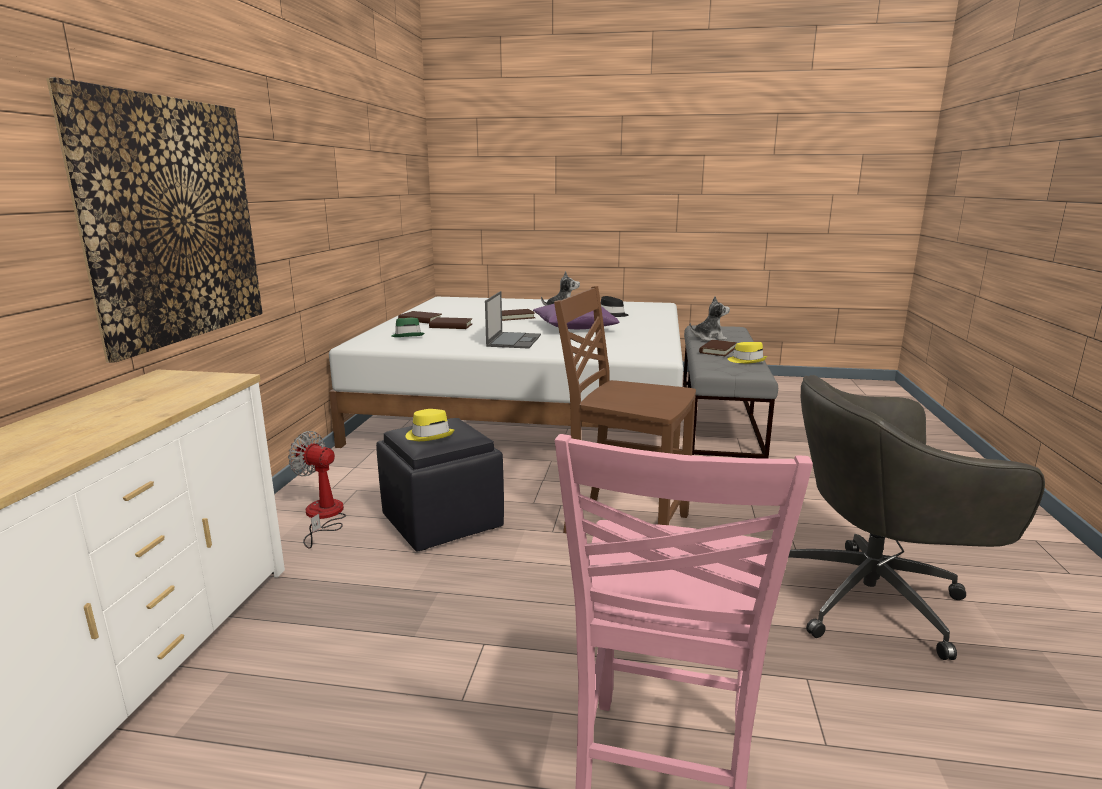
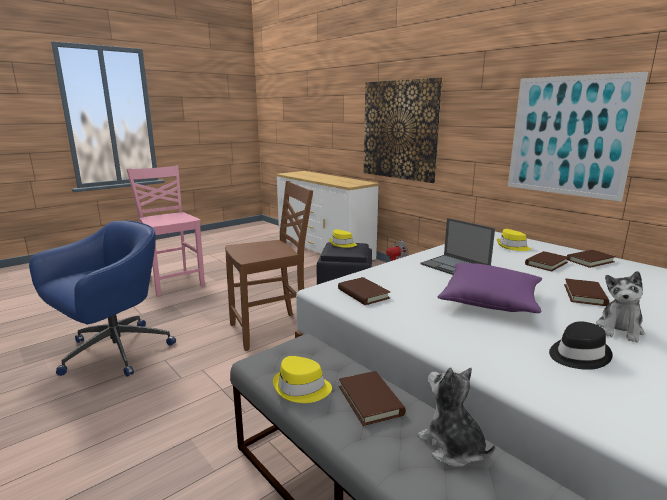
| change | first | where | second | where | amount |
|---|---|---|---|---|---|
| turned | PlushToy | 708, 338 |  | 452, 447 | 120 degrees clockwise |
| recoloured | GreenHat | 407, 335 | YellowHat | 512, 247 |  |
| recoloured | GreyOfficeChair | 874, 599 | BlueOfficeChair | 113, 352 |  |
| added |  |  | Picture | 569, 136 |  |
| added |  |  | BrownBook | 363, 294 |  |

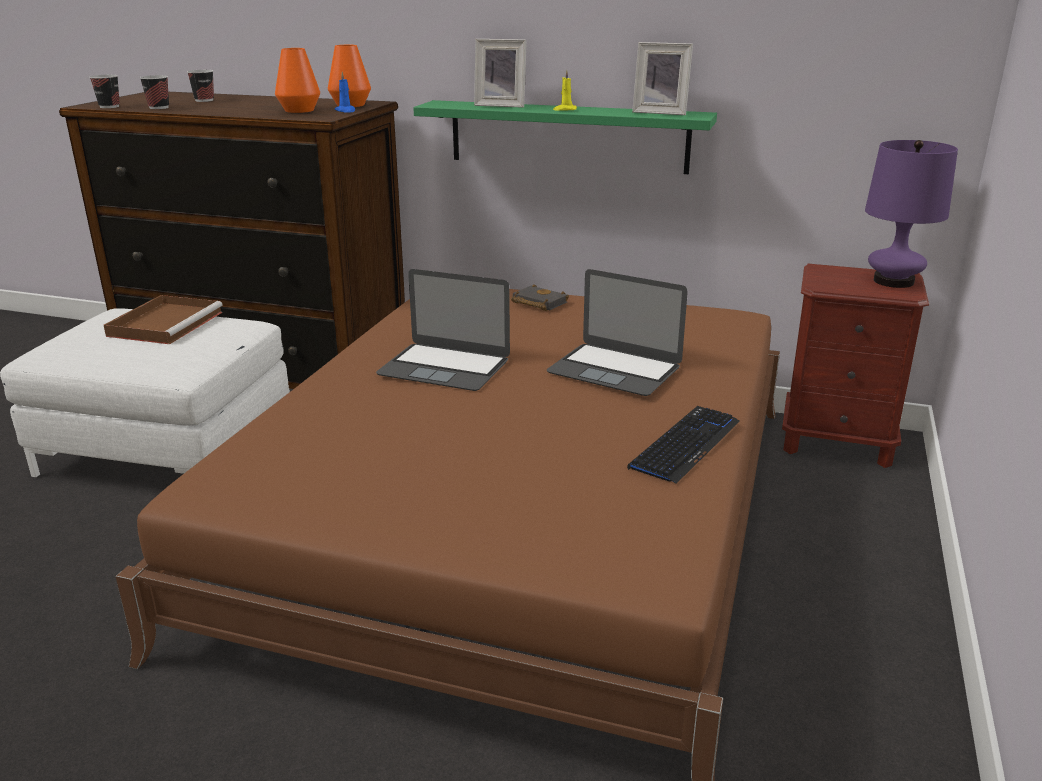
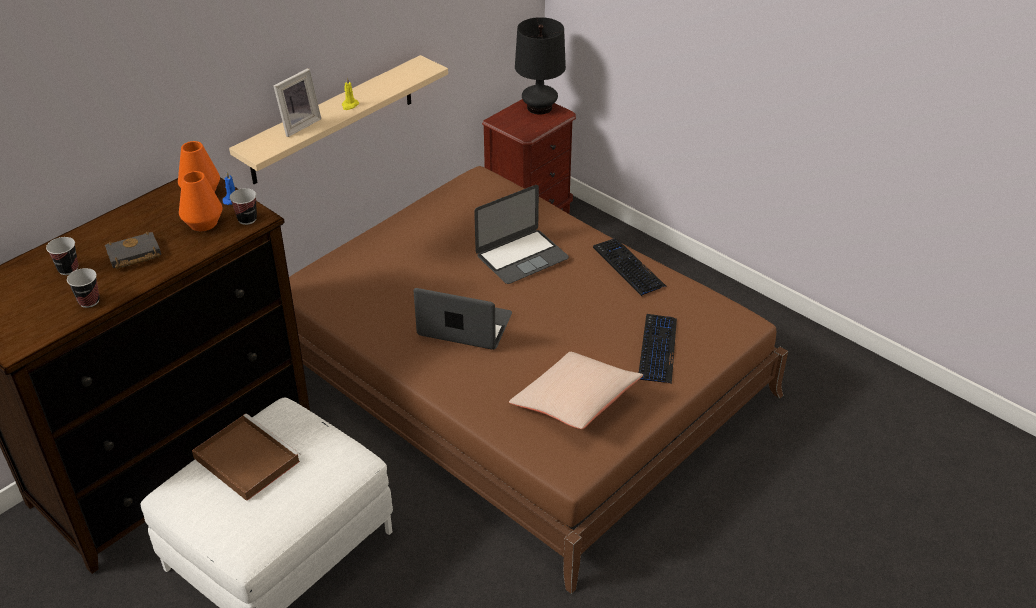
| change | first | where | second | where | amount |
|---|---|---|---|---|---|
| removed | PictureFrame | 661, 112 |  |  |  |
| moved | Cup | 109, 107 |  | 247, 219 |  |
| recoloured | GreenShelf | 567, 136 | BeigeShelf | 333, 120 |  |
| recoloured | PurpleTableLamp | 893, 281 | BlackTableLamp | 539, 107 |  |
| turned | Laptop | 444, 367 |  | 465, 325 | 120 degrees counterclockwise |
| moved | BlackBook | 537, 303 |  | 133, 255 |  |
| added |  |  | Keyboard | 657, 349 |  |
| added |  |  | BeigePillow | 575, 403 |  |

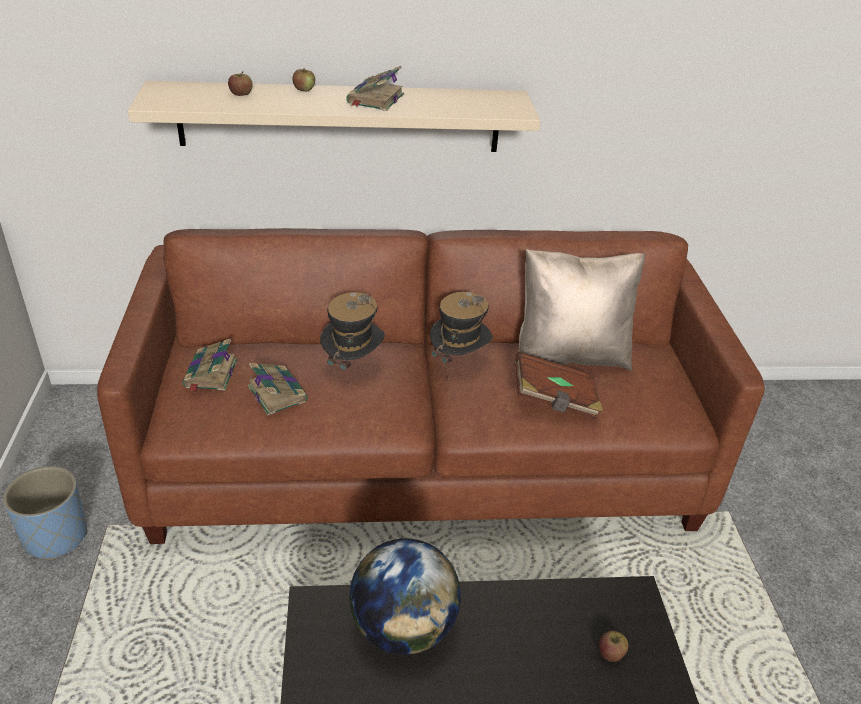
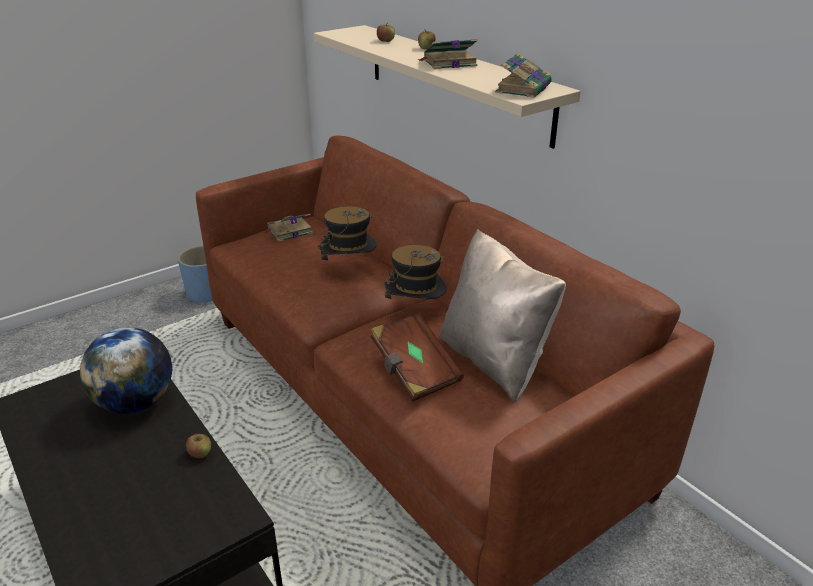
| change | first | where | second | where | amount |
|---|---|---|---|---|---|
| moved | Book | 276, 393 |  | 523, 88 |  |
| moved | Apple | 610, 653 |  | 200, 453 |  |

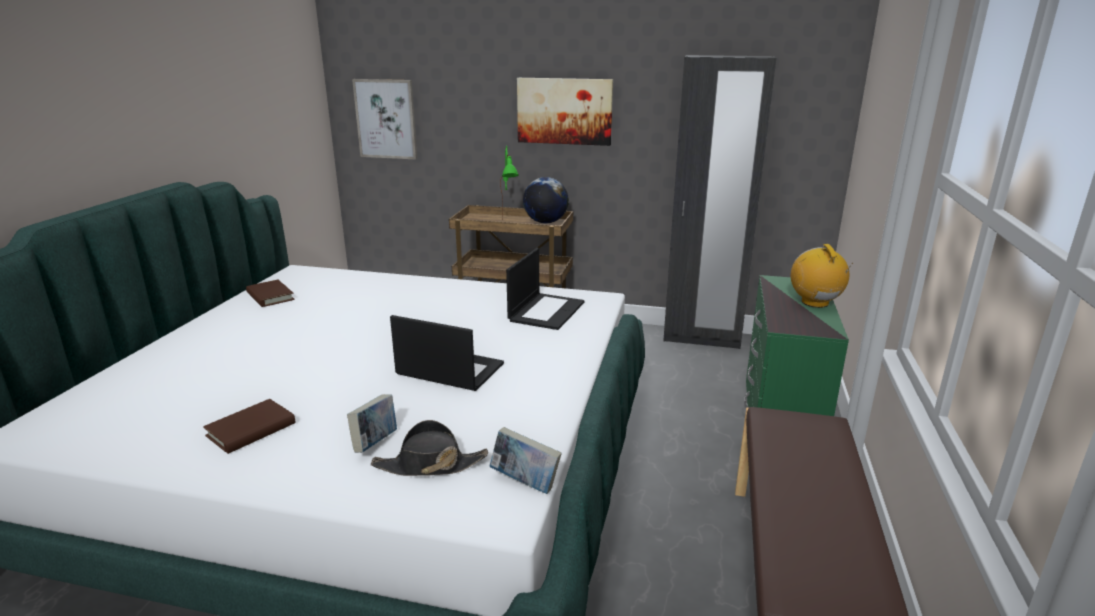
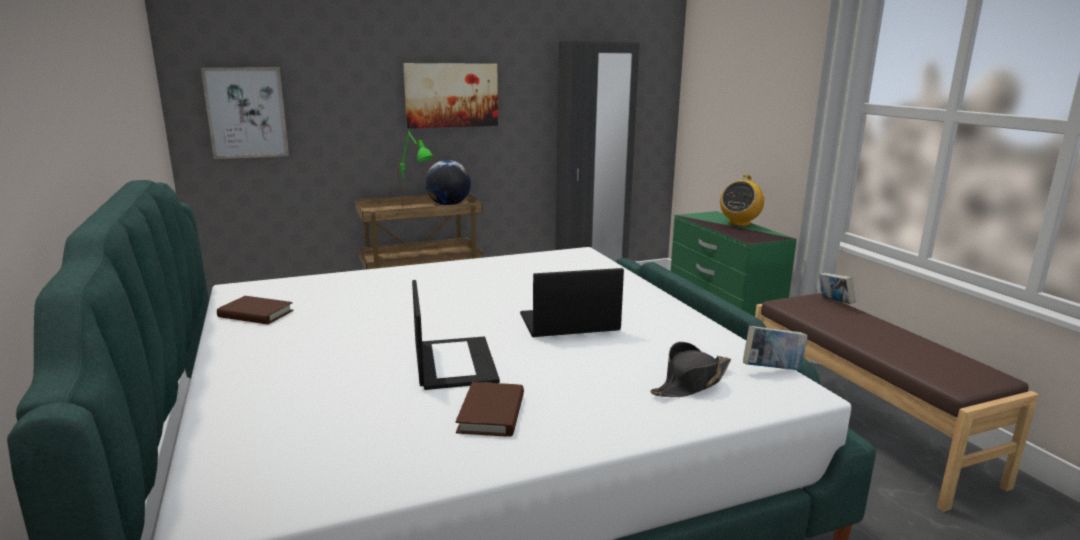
| change | first | where | second | where | amount |
|---|---|---|---|---|---|
| turned | Radio | 815, 302 |  | 739, 223 | 105 degrees counterclockwise |
| moved | Laptop | 546, 311 |  | 453, 362 |  |
| moved | Book | 375, 443 |  | 834, 303 |  |

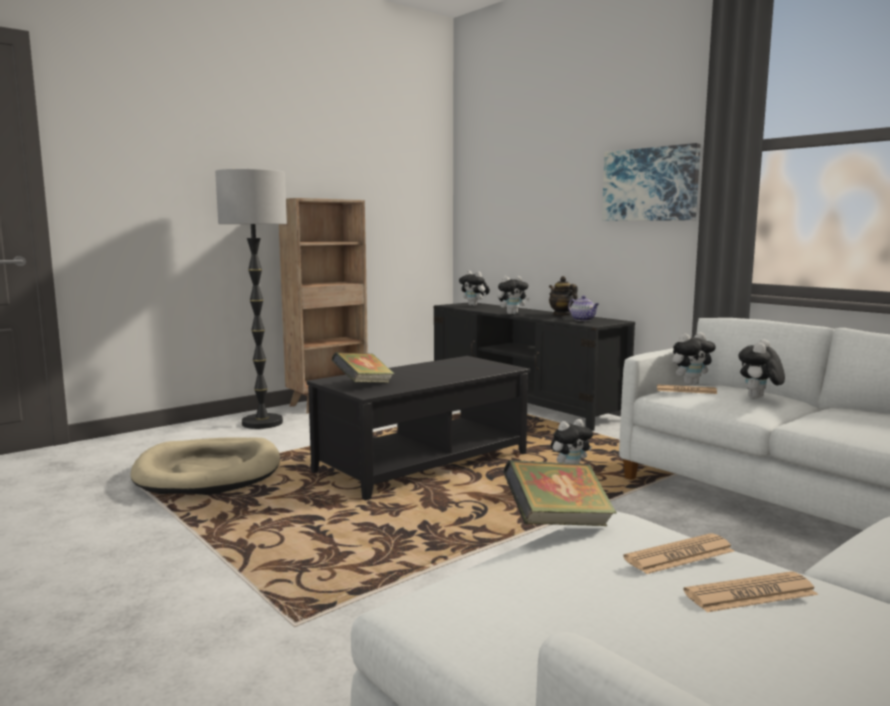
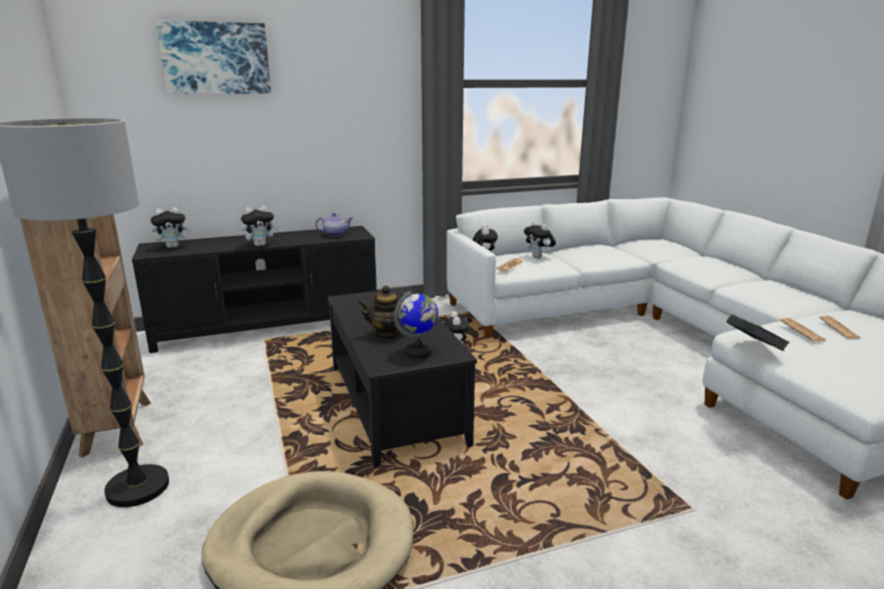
| change | first | where | second | where | amount |
|---|---|---|---|---|---|
| moved | Picture | 650, 184 |  | 216, 58 |  |
| turned | PlushToy | 512, 314 |  | 260, 245 | 60 degrees clockwise |
| moved | Teapot | 562, 315 |  | 387, 334 |  |
| replaced | Book | 363, 385 | Globe | 418, 352 |  |

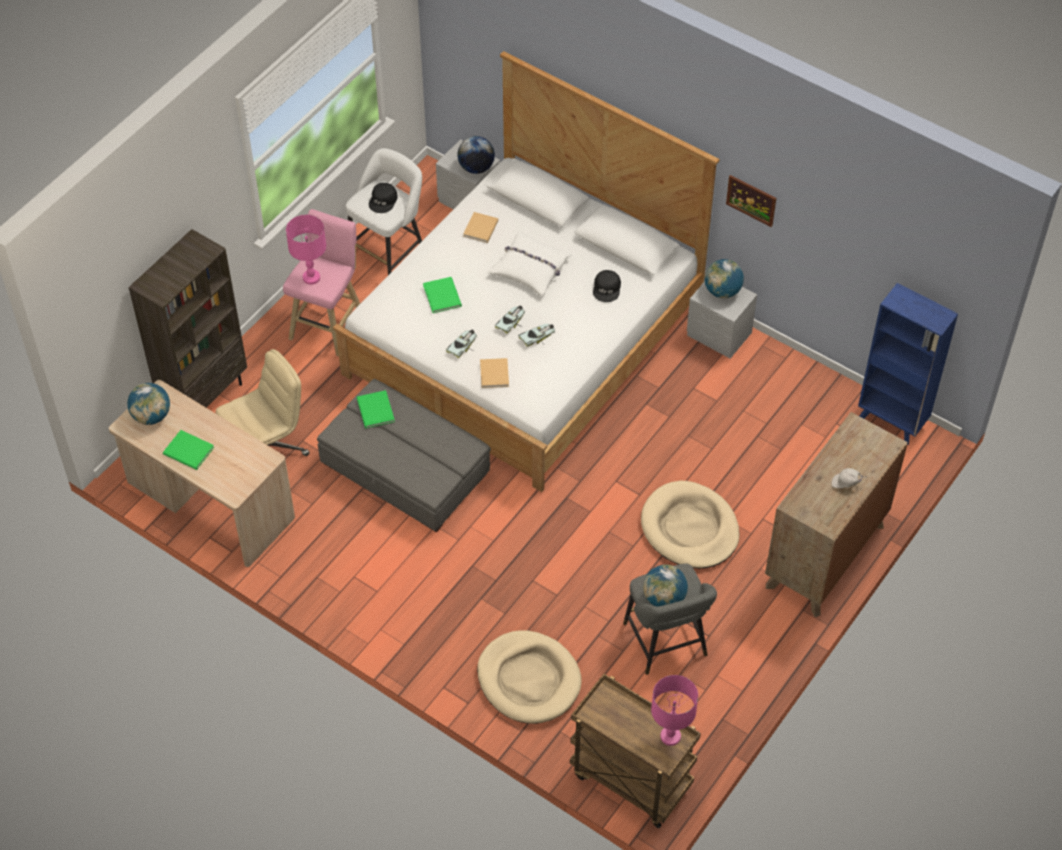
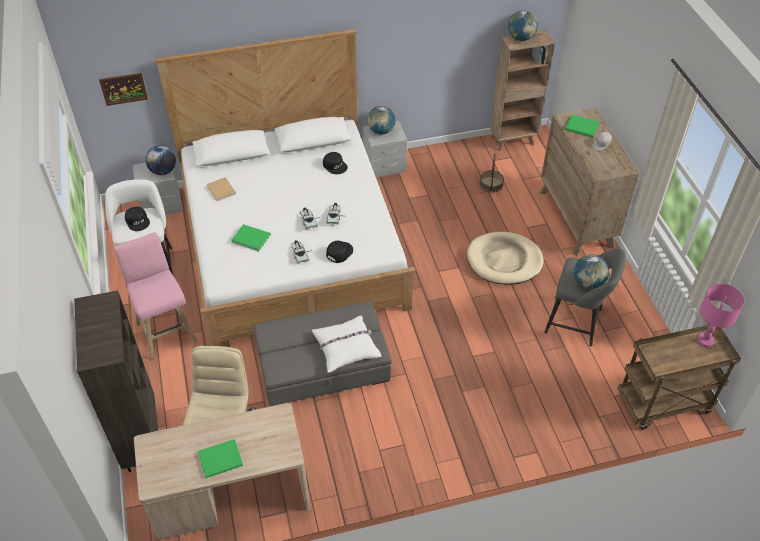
| change | first | where | second | where | amount |
|---|---|---|---|---|---|
| moved | Picture | 751, 200 |  | 123, 89 |  |
| removed | PinkTableLamp | 311, 277 |  |  |  |
| moved | WhitePillow | 530, 268 |  | 346, 347 |  |
| recoloured | BlueBookcase | 892, 421 | BrownBookcase | 513, 140 |  |
| replaced | BeigeBook | 494, 373 | BlackCap | 339, 252 |  |
| moved | Globe | 151, 416 |  | 521, 38 |  |
| moved | GreenBook | 374, 411 |  | 582, 127 |  |
| removed | BeigeDogBed | 529, 679 |  |  |  |
| added |  |  | Basket | 491, 184 |  |

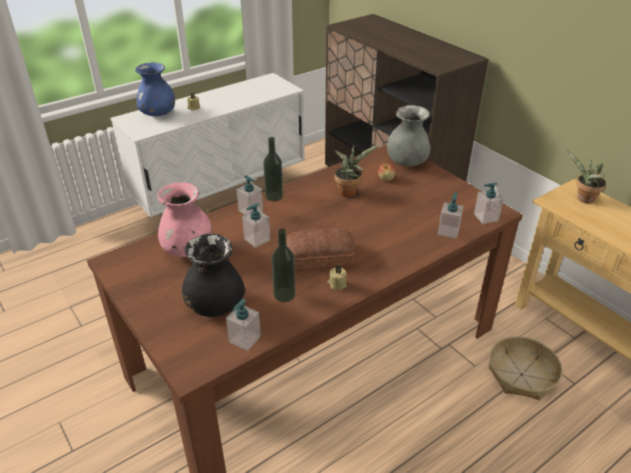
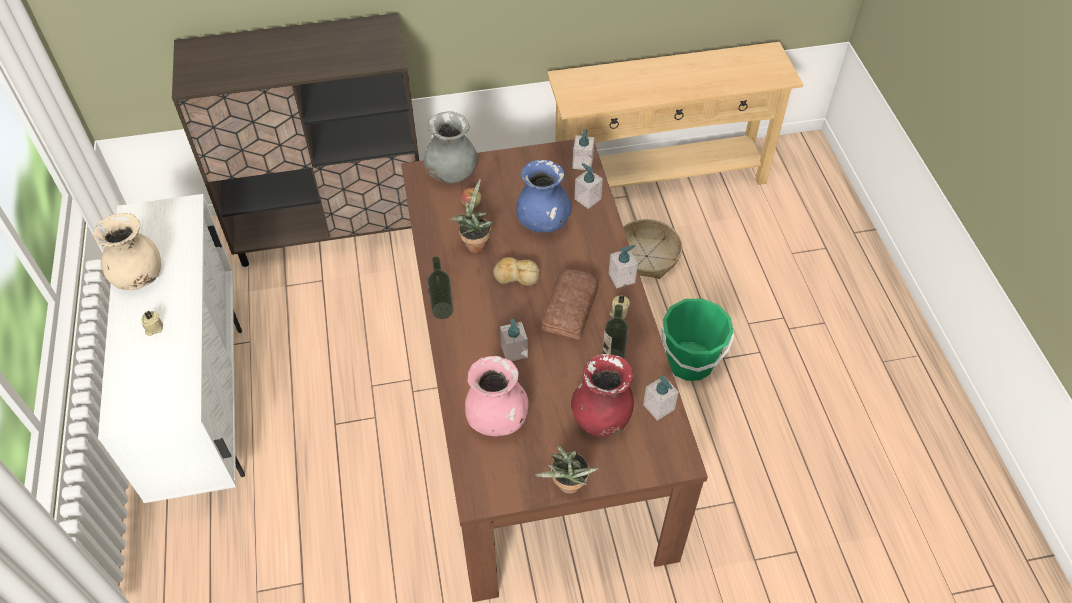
| change | first | where | second | where | amount |
|---|---|---|---|---|---|
| moved | BlueVase | 158, 114 |  | 543, 222 |  |
| moved | PottedPlant | 583, 199 |  | 567, 487 |  |
| moved | SoapDispenser | 251, 211 |  | 622, 278 |  |
| recoloured | BlackVase | 215, 306 | RedVase | 602, 418 |  |
| added |  |  | BeigeVase | 139, 277 |  |
| added |  |  | Bread | 516, 276 |  |
| added |  |  | GreenBucket | 690, 362 |  |

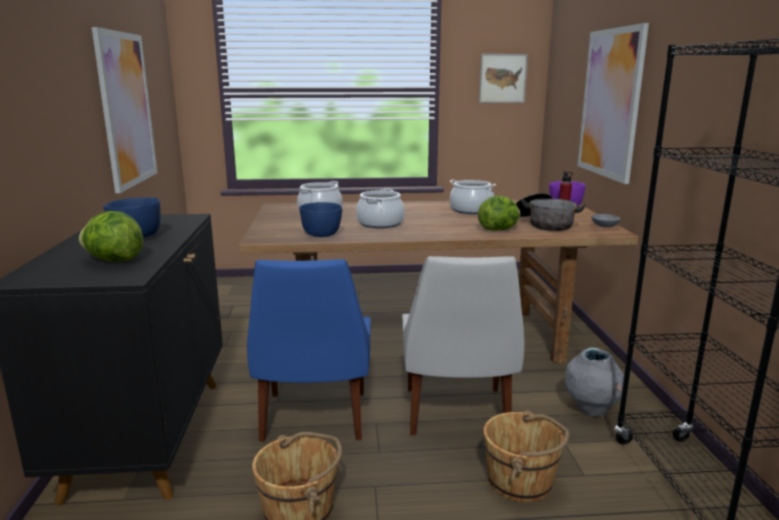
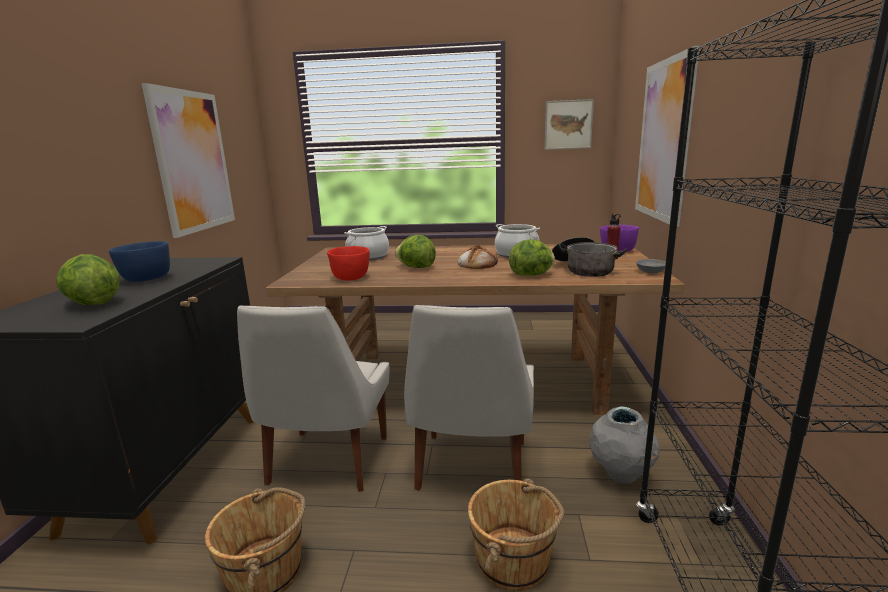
| change | first | where | second | where | amount |
|---|---|---|---|---|---|
| replaced | CookingPot | 380, 223 | Lettuce | 416, 267 |  |
| recoloured | BlueBowl | 322, 235 | RedBowl | 350, 278 |  |
| recoloured | BlueChair | 314, 419 | WhiteChair | 327, 463 |  |
| added |  |  | Bread | 477, 264 |  |

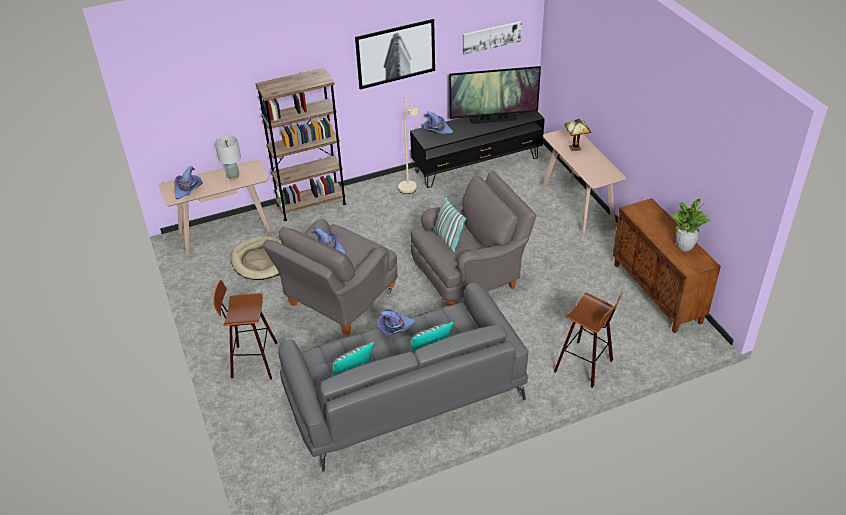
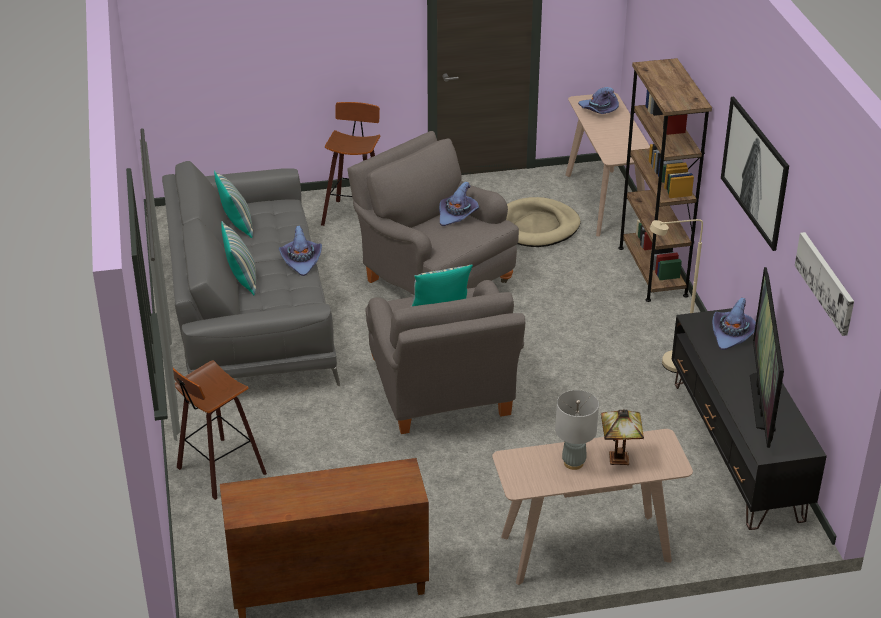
| change | first | where | second | where | amount |
|---|---|---|---|---|---|
| moved | GreyTableLamp | 233, 177 |  | 573, 463 |  |
| removed | PottedPlant | 684, 247 |  |  |  |

